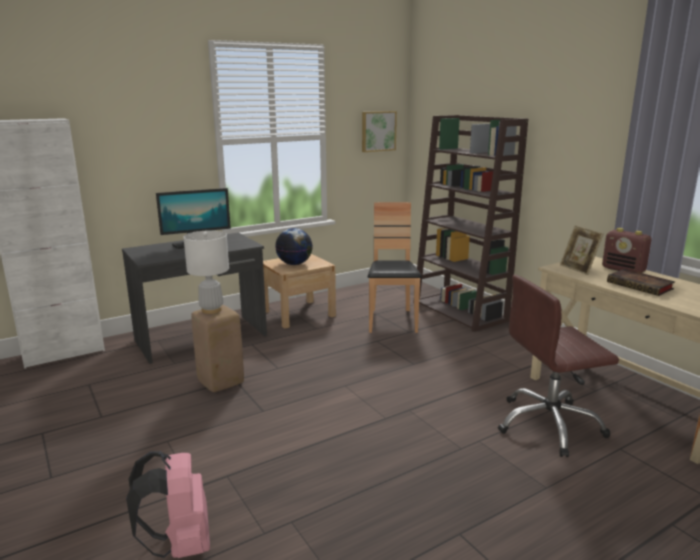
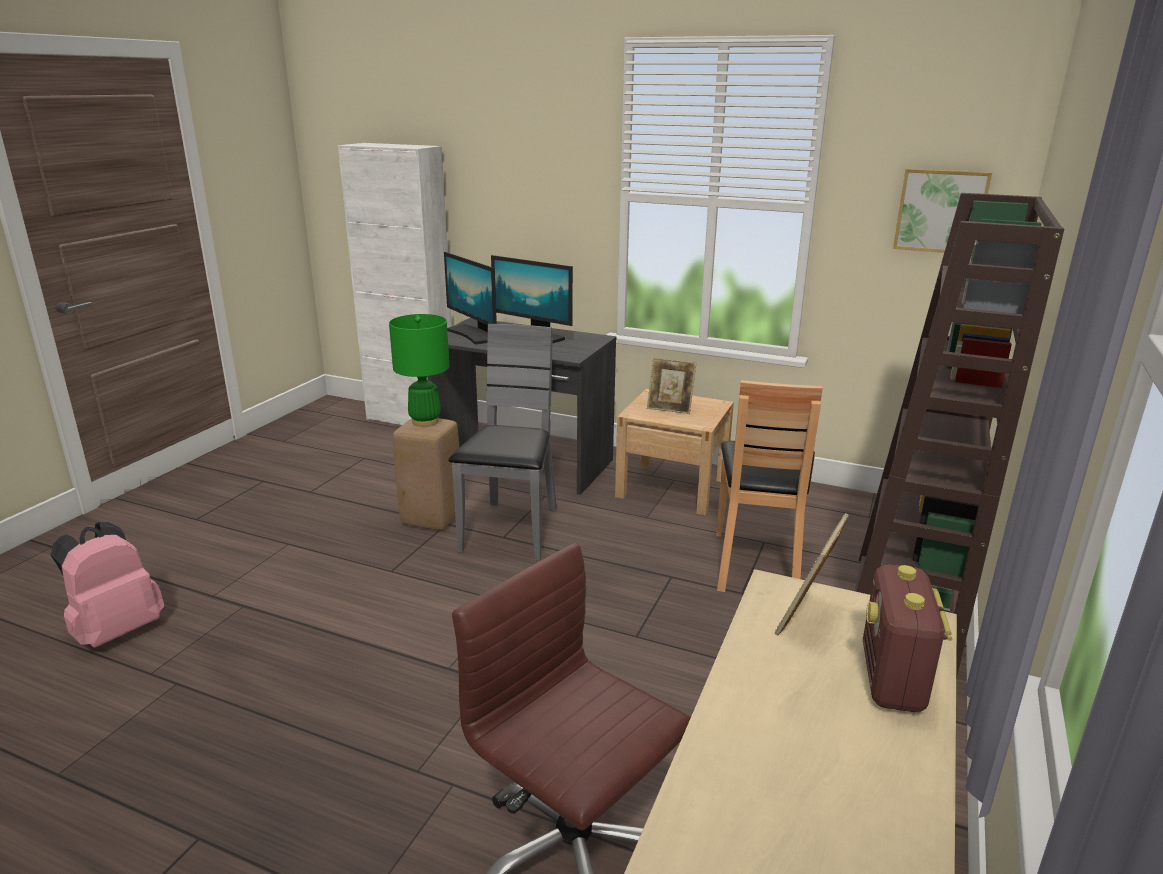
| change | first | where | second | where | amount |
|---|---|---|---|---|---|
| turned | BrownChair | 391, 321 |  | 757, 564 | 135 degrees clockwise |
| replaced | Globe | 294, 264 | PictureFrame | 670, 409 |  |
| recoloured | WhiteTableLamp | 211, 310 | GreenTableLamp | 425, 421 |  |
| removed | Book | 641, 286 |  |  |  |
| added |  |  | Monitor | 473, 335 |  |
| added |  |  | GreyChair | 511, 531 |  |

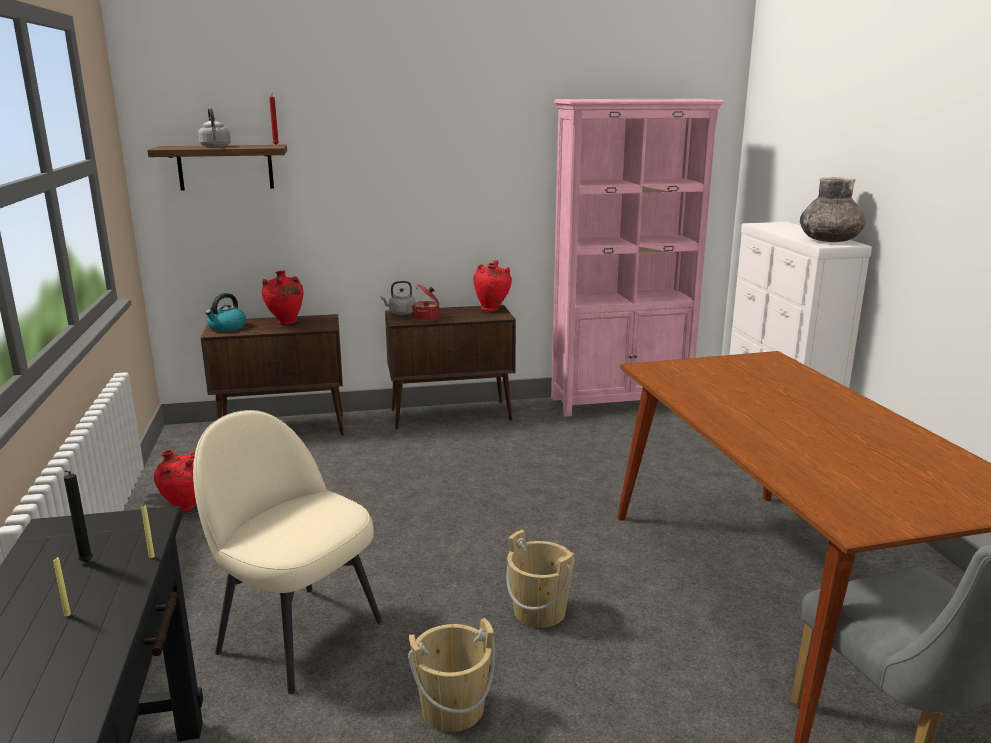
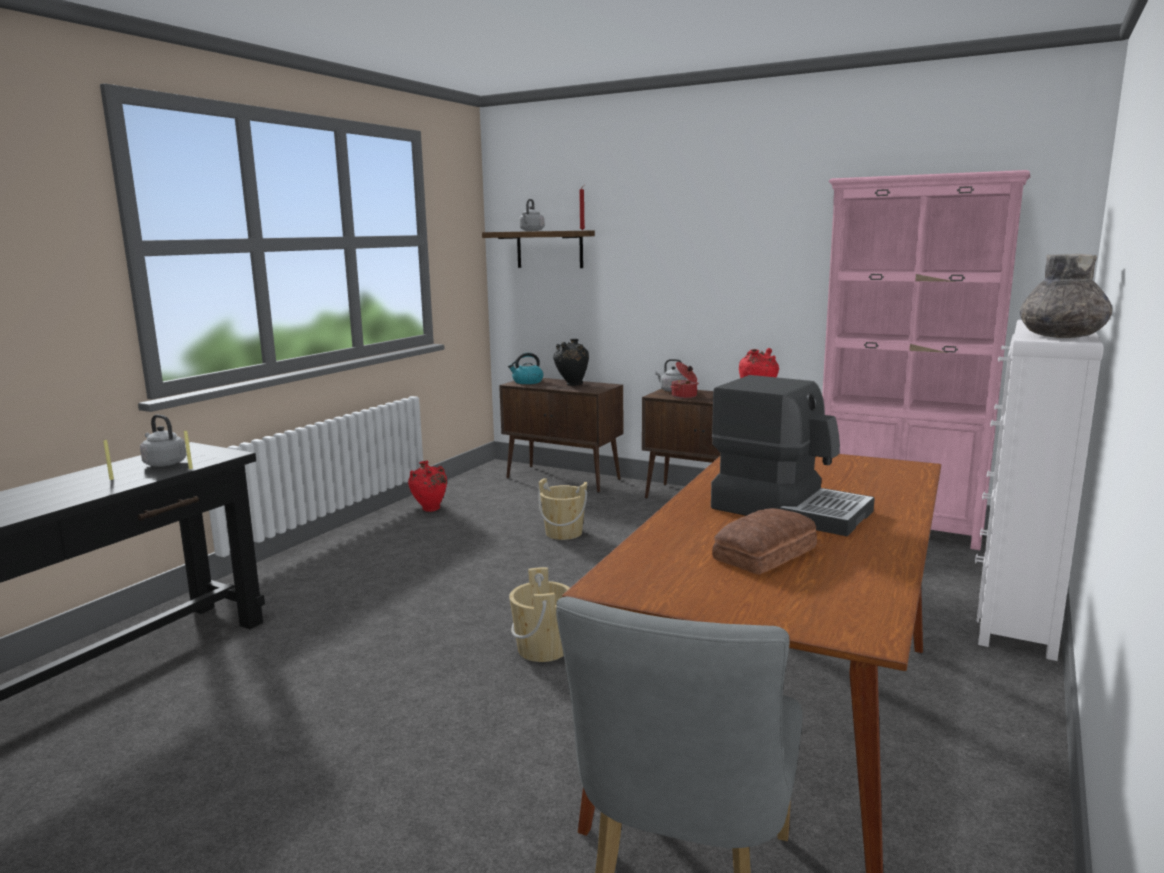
| change | first | where | second | where | amount |
|---|---|---|---|---|---|
| recoloured | RedVase | 285, 323 | BlackVase | 571, 384 |  |
| removed | BeigeChair | 297, 634 |  |  |  |
| replaced | BlackCandle | 85, 563 | GreyKettle | 163, 463 |  |
| moved | BeigeBucket | 452, 709 |  | 564, 533 |  |
| added |  |  | CoffeeMachine | 789, 509 |  |
| added |  |  | Bread | 768, 554 |  |

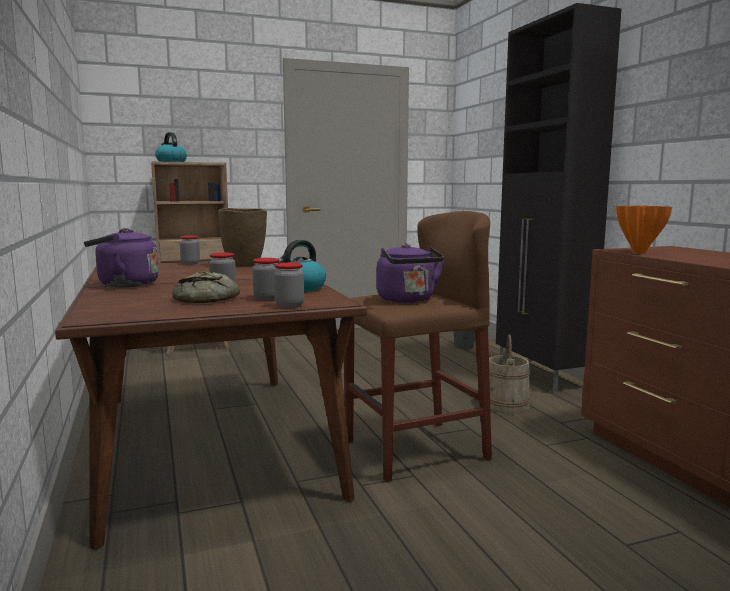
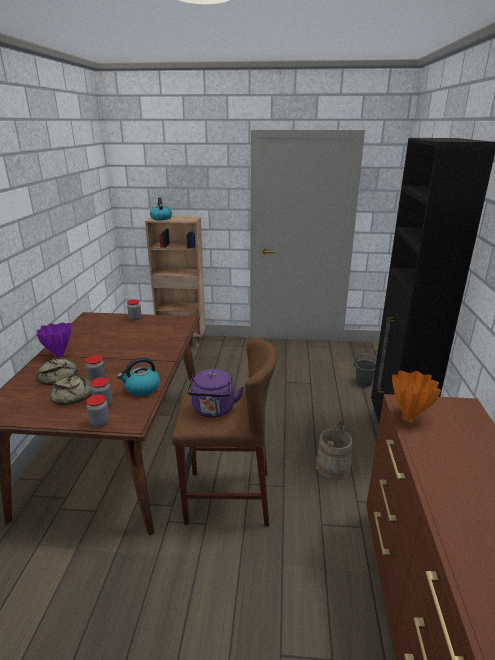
| change | first | where | second | where | amount |
|---|---|---|---|---|---|
| removed | BrownVase | 244, 265 |  |  |  |
| replaced | PurpleKettle | 124, 285 | PurpleVase | 59, 355 |  |
| added |  |  | Bread | 59, 376 |  |

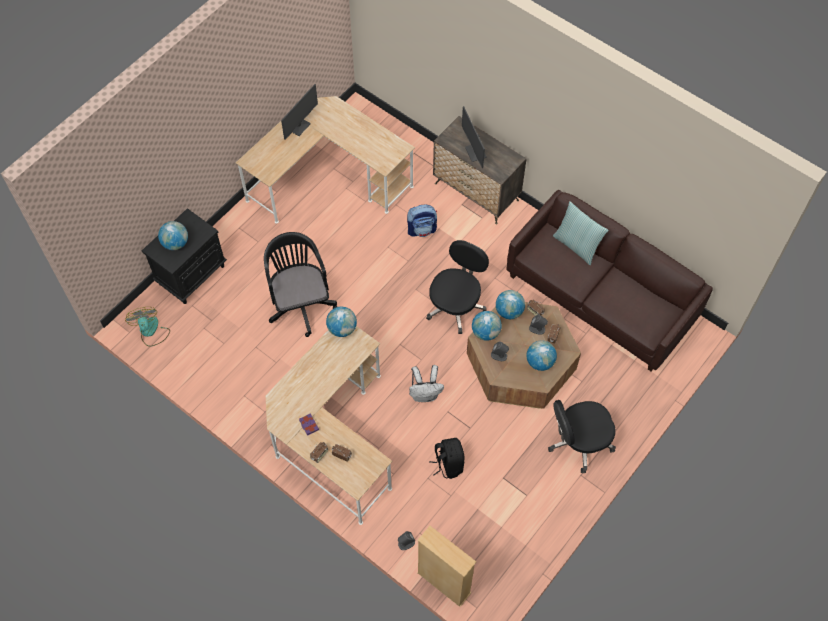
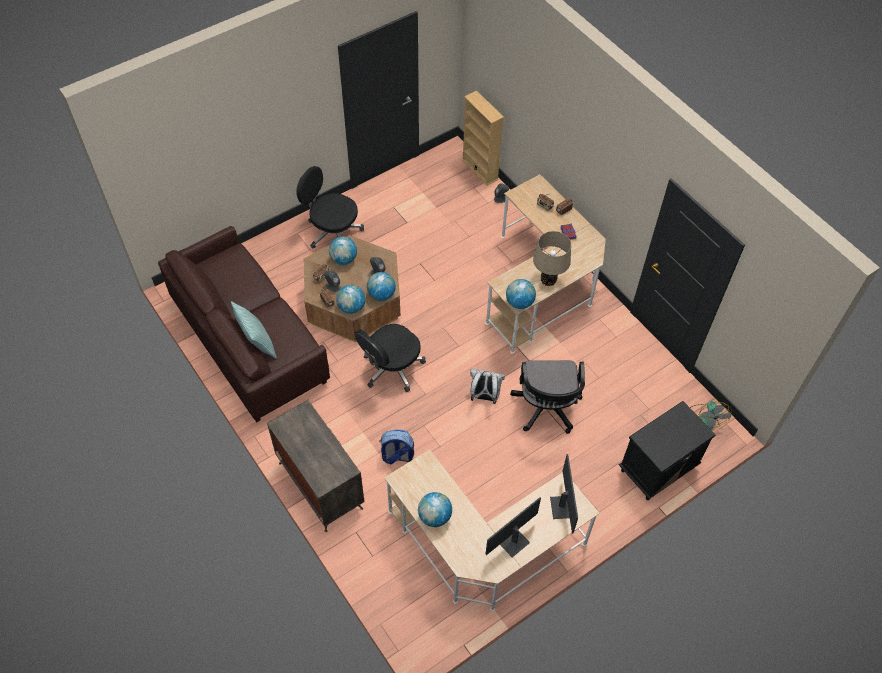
| change | first | where | second | where | amount |
|---|---|---|---|---|---|
| moved | Monitor | 475, 152 |  | 561, 507 |  |
| moved | Globe | 175, 243 |  | 434, 516 |  |
| moved | WhiteBackpack | 425, 394 |  | 484, 396 |  |
| turned | BlackOfficeChair | 579, 442 |  | 333, 232 | 150 degrees counterclockwise |
| removed | BlackBackpack | 448, 464 |  |  |  |
| added |  |  | BeigeTableLamp | 548, 280 |  |

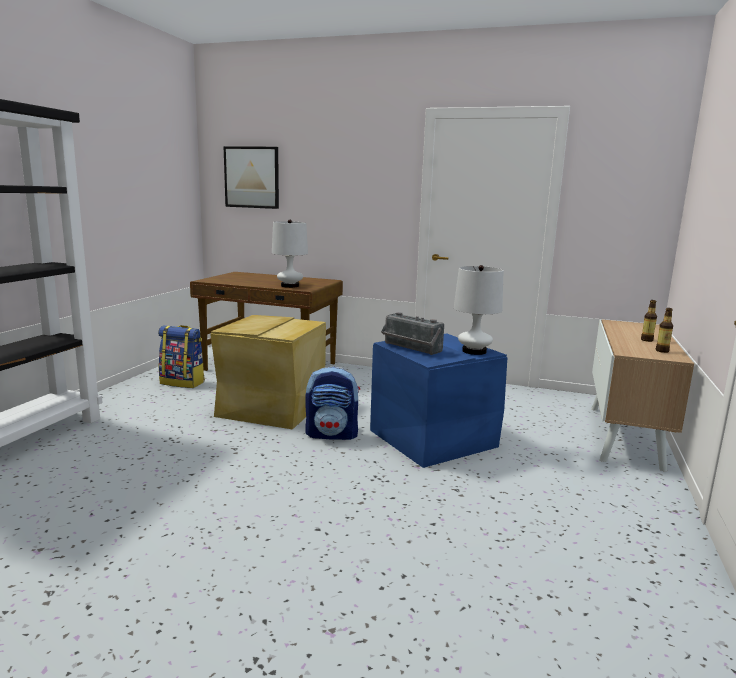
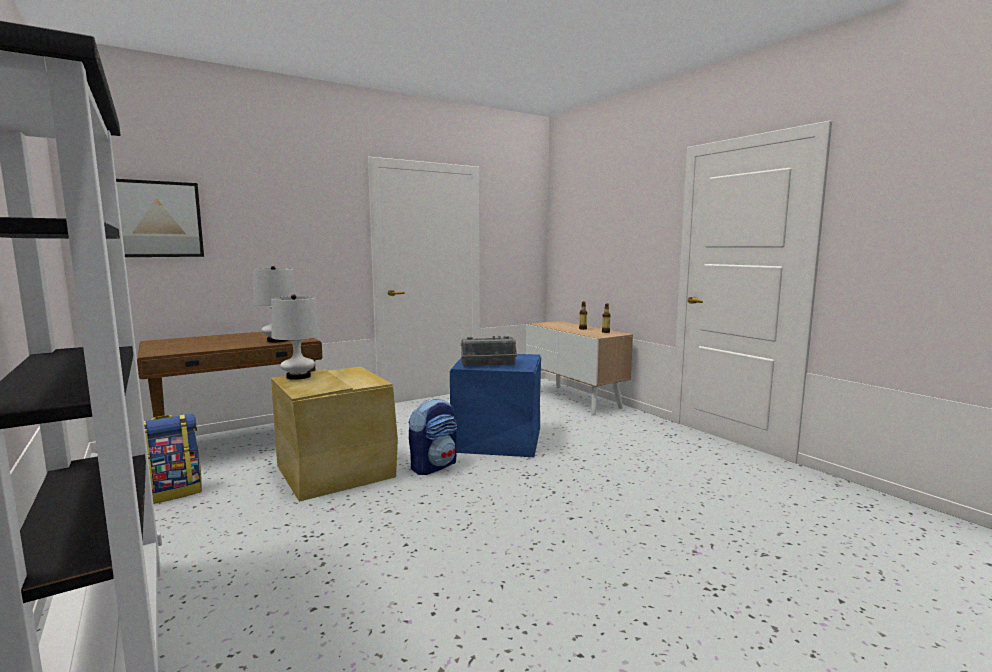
| change | first | where | second | where | amount |
|---|---|---|---|---|---|
| moved | WhiteTableLamp | 474, 351 |  | 298, 376 |  |

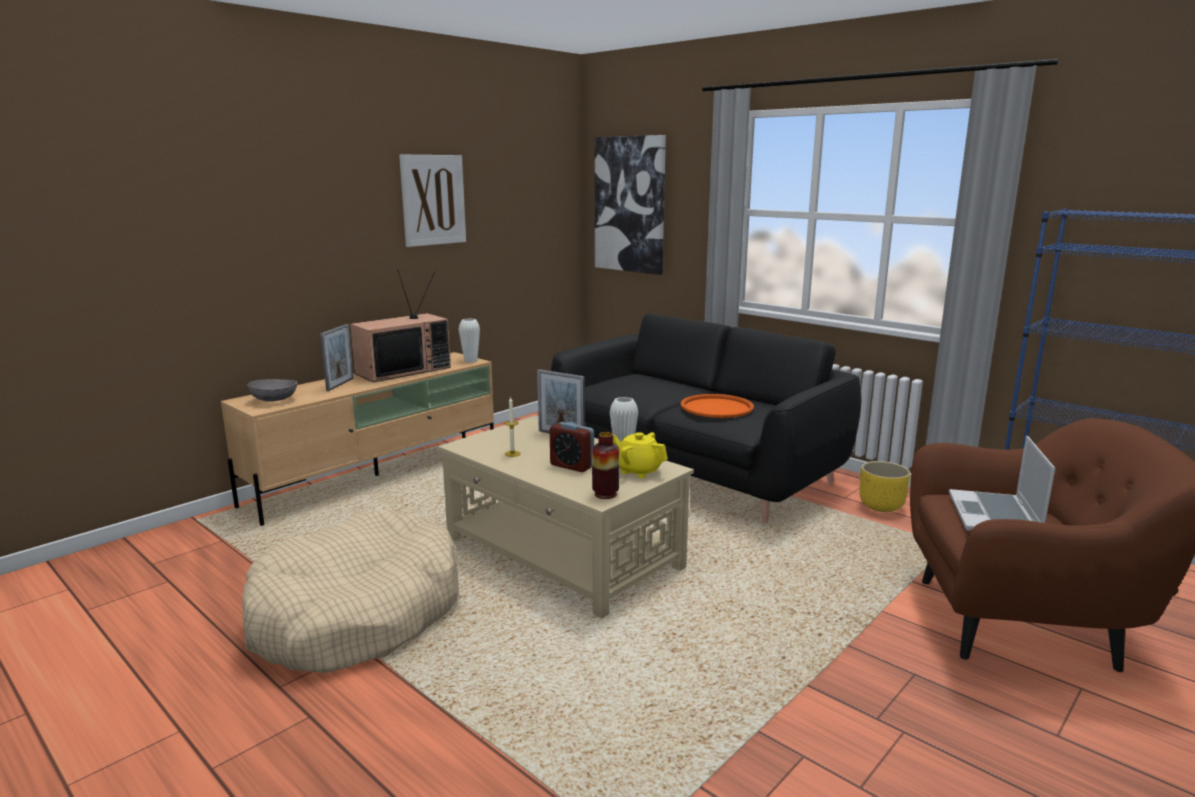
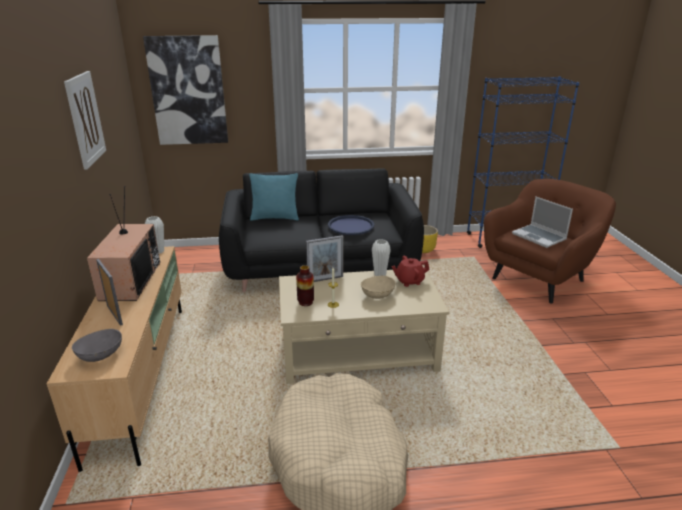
| change | first | where | second | where | amount |
|---|---|---|---|---|---|
| recoloured | OrangeTray | 717, 407 | BlueTray | 351, 226 |  |
| replaced | AlarmClock | 572, 466 | BeigeBowl | 377, 295 |  |
| moved | Vase | 605, 494 |  | 305, 302 |  |
| recoloured | YellowTeapot | 638, 471 | RedTeapot | 409, 281 |  |
| added |  |  | TurquoisePillow | 275, 218 |  |

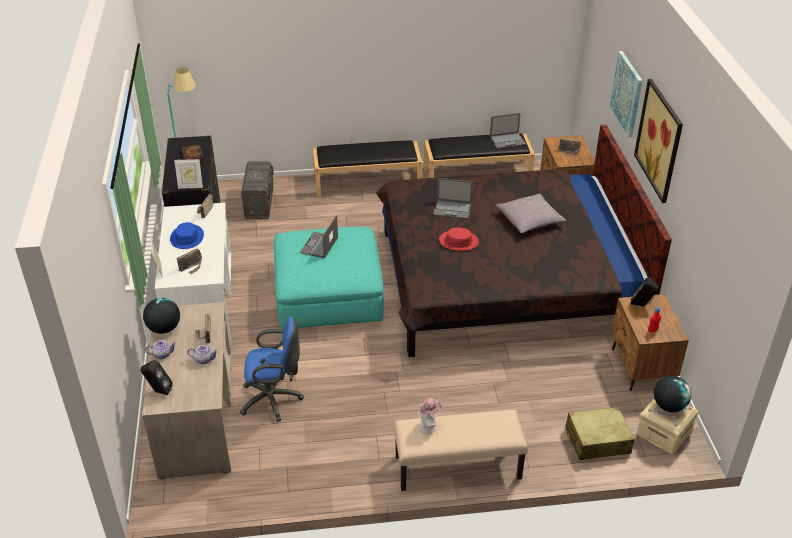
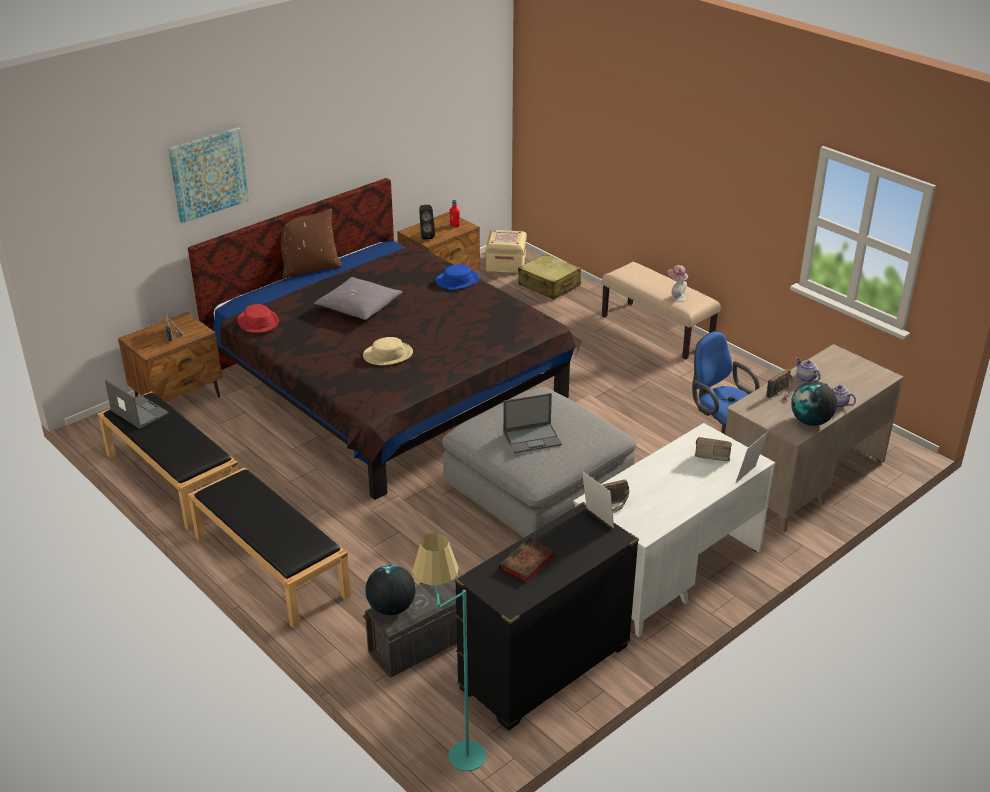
| change | first | where | second | where | amount |
|---|---|---|---|---|---|
| removed | Picture | 659, 140 |  |  |  |
| replaced | Laptop | 453, 209 | BeigeHat | 387, 354 |  |
| moved | BlueHat | 187, 237 |  | 457, 280 |  |
| recoloured | TurquoiseOttoman | 328, 294 | GreyOttoman | 537, 486 |  |
| moved | RedHat | 458, 241 |  | 258, 321 |  |
| removed | BlackSpeaker | 158, 391 |  |  |  |
| moved | Globe | 669, 406 |  | 391, 608 |  |
| added |  |  | BrownPillow | 310, 268 |  |

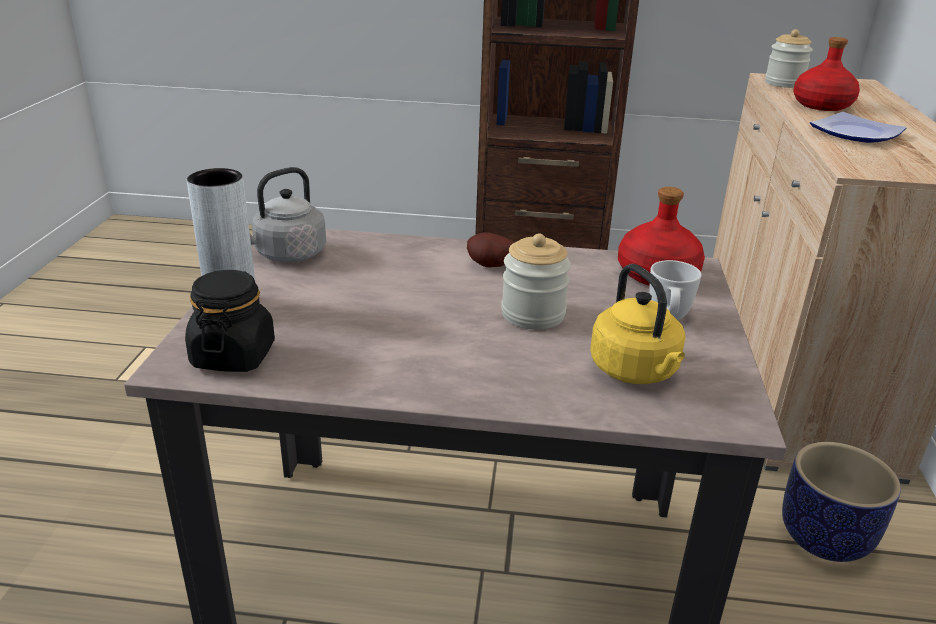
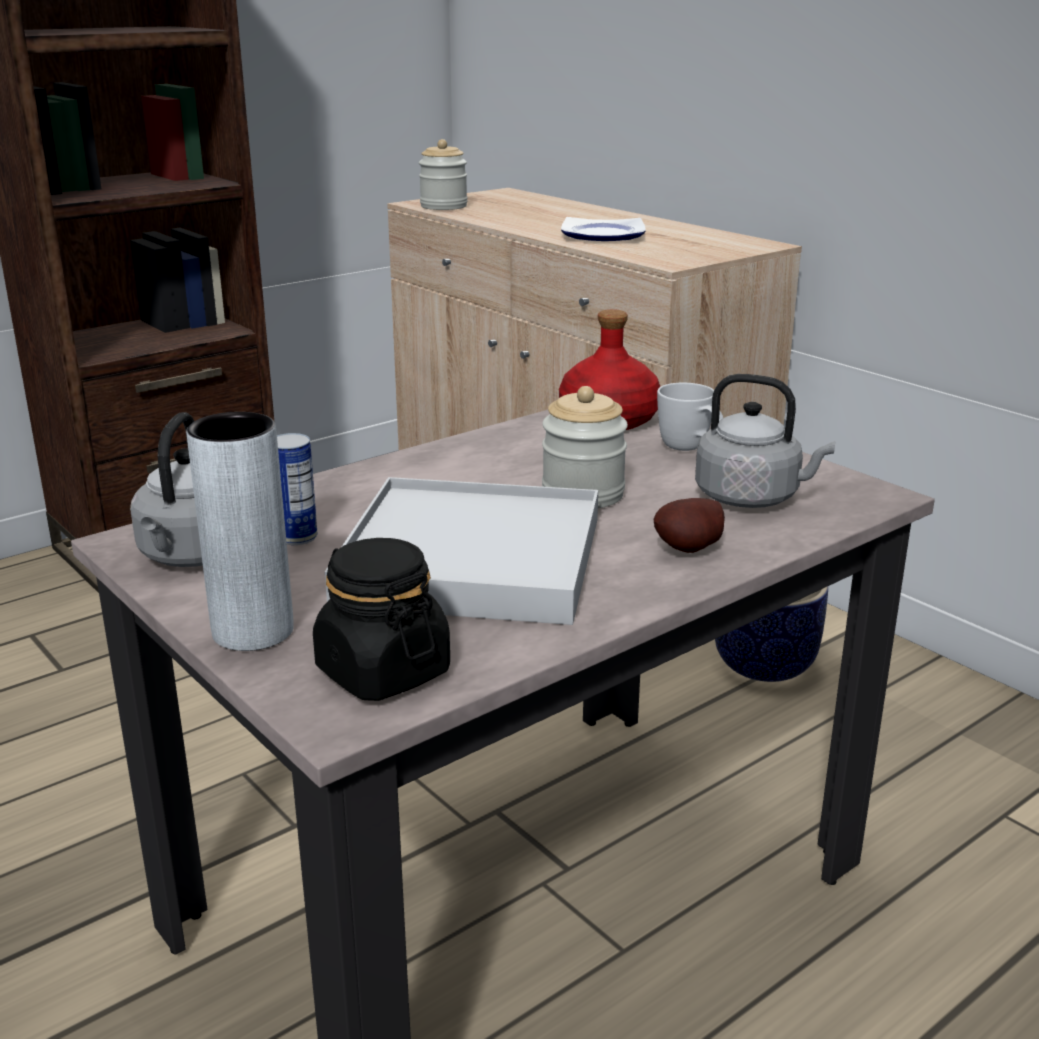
| change | first | where | second | where | amount |
|---|---|---|---|---|---|
| removed | RedBottle | 821, 105 |  |  |  |
| moved | Potato | 490, 266 |  | 692, 550 |  |
| recoloured | YellowKettle | 636, 372 | GreyKettle | 752, 498 |  |
| added |  |  | Can | 297, 537 |  |
| added |  |  | WhiteTray | 473, 560 |  |

